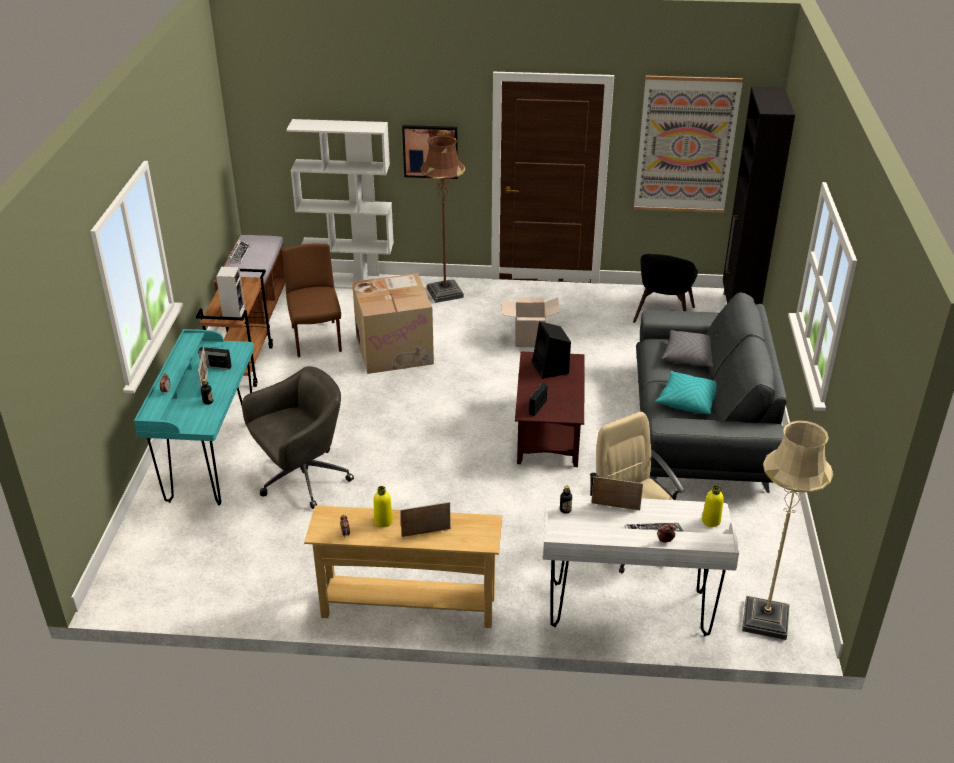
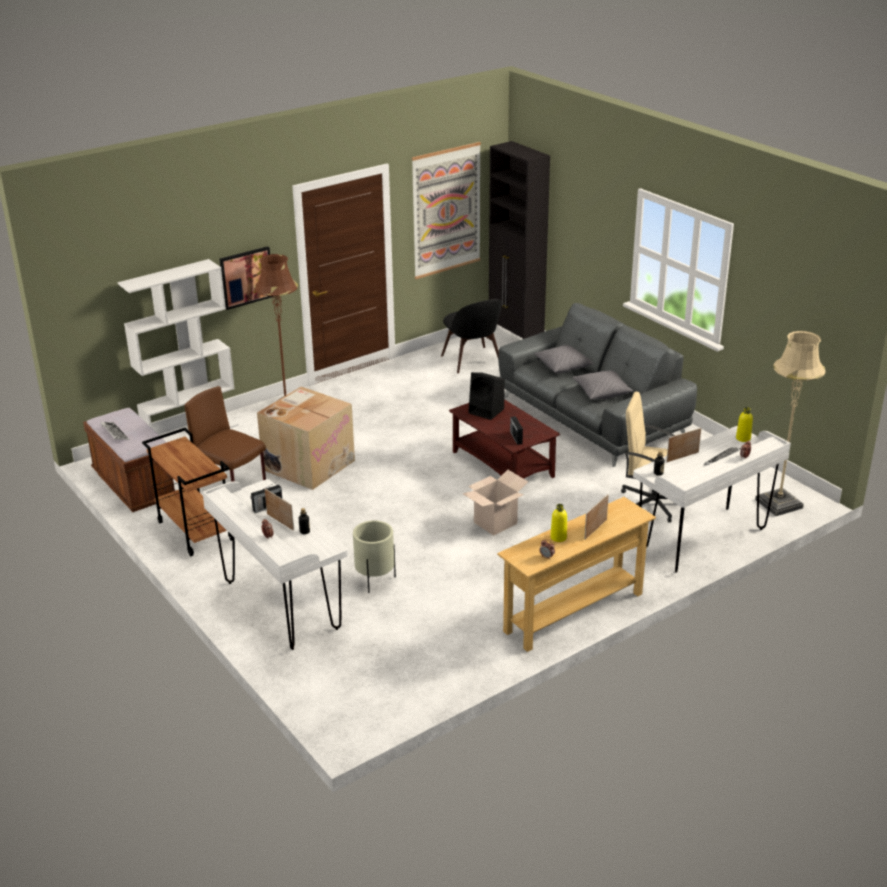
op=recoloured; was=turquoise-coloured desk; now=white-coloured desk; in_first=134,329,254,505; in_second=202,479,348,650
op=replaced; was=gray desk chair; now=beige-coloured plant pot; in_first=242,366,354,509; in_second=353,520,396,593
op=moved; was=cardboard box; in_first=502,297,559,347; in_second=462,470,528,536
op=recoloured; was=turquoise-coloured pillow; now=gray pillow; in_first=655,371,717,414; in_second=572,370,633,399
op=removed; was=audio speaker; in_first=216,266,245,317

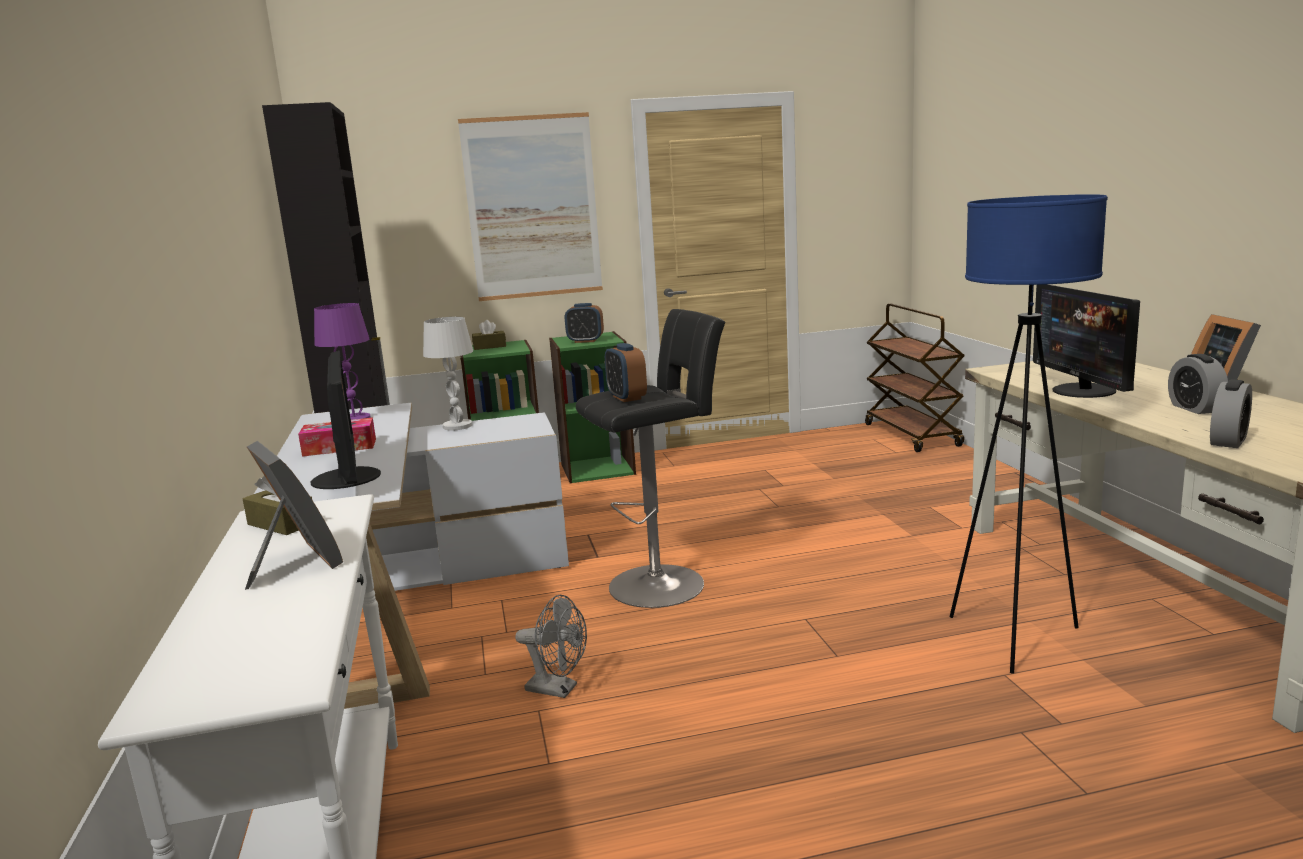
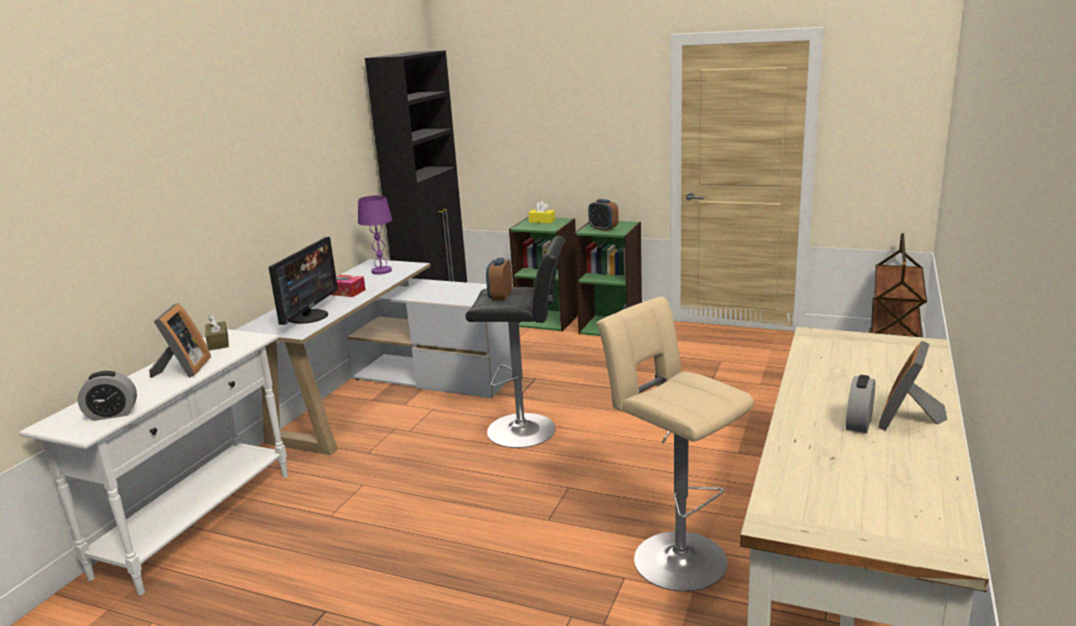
op=moved; was=table clock; in_first=1210,379,1252,448; in_second=78,371,137,421
op=recoloured; was=brown-coloured box of tissues; now=yellowish box of tissues; in_first=472,320,506,350; in_second=529,201,555,223
op=replaced; was=bluish standing lamp; now=beige-coloured sitting stool; in_first=950,194,1108,674; in_second=596,297,754,592
op=removed; was=white-coloured lamp for a table; in_first=423,317,473,431
op=removed; was=picture; in_first=458,112,603,301
op=removed; was=gray cooling fan; in_first=515,595,587,698
op=removed; was=computer display; in_first=1033,284,1140,398

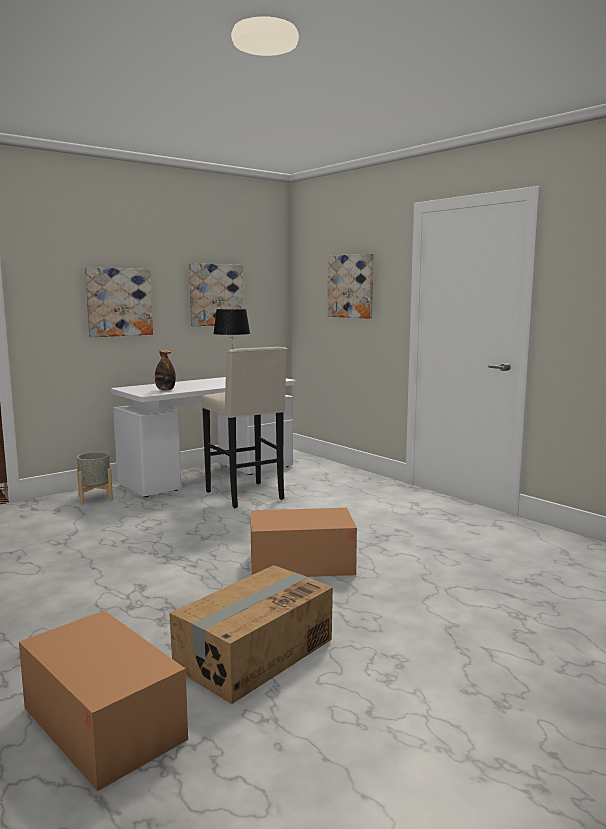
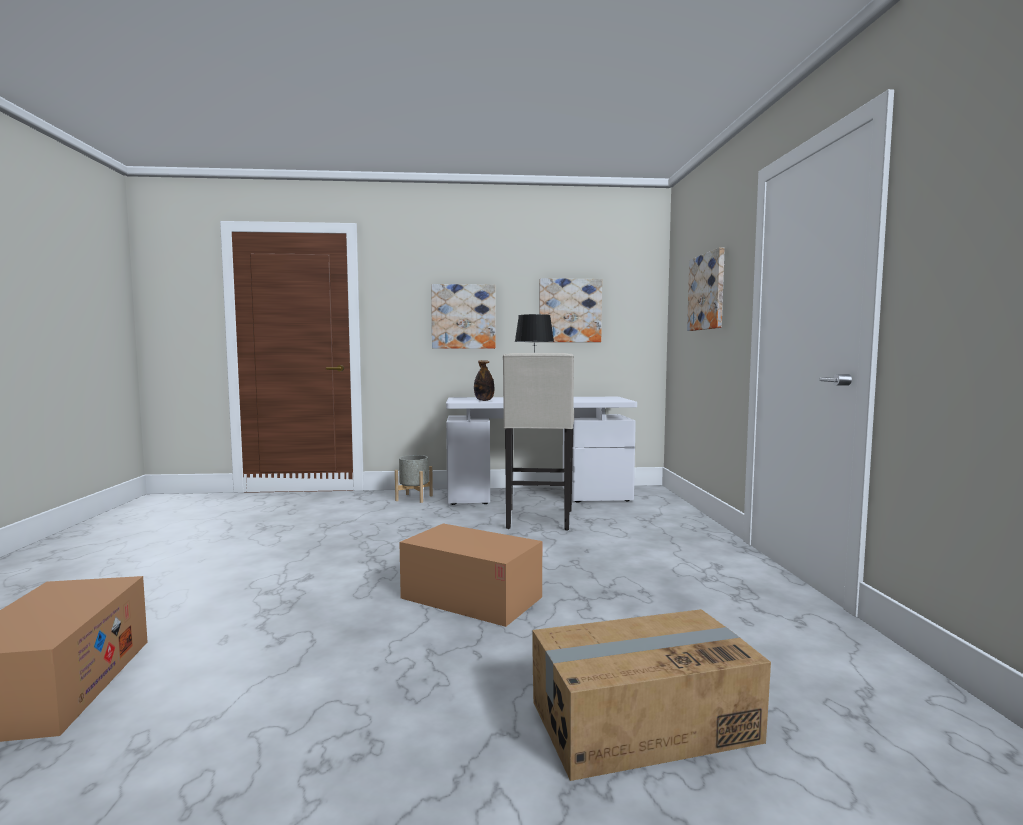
op=moved; was=cardboard box; in_first=169,565,333,704; in_second=532,609,771,781

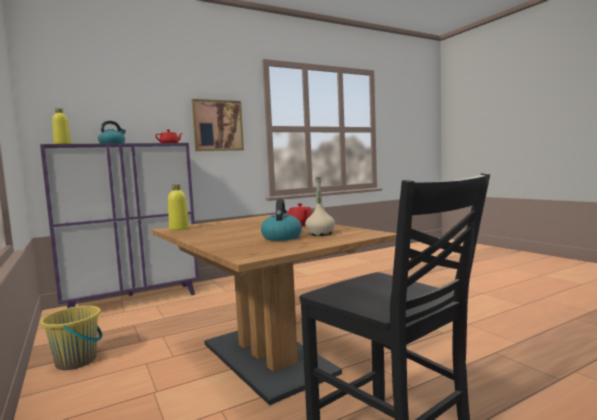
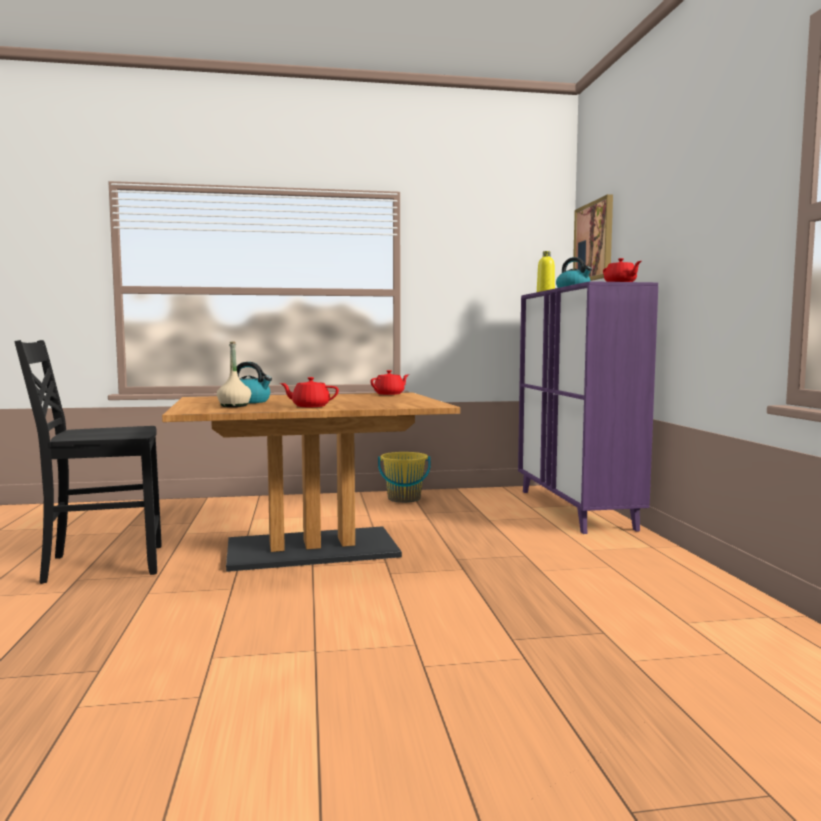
op=replaced; was=yellowish bottle; now=red-coloured tea pot; in_first=168,184,189,230; in_second=370,370,409,395
op=moved; was=picture; in_first=191,99,244,151; in_second=573,194,613,281

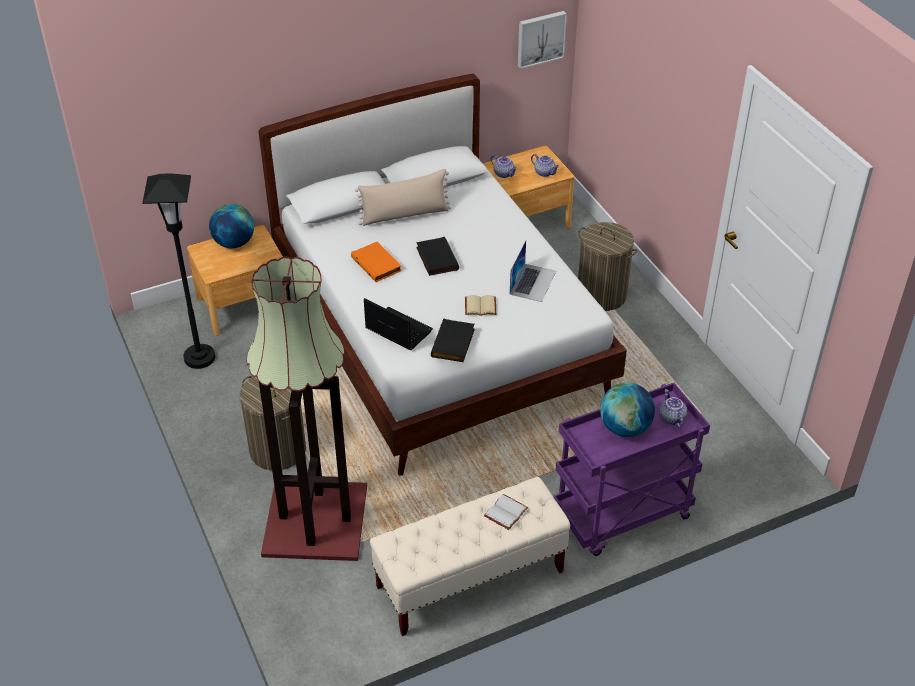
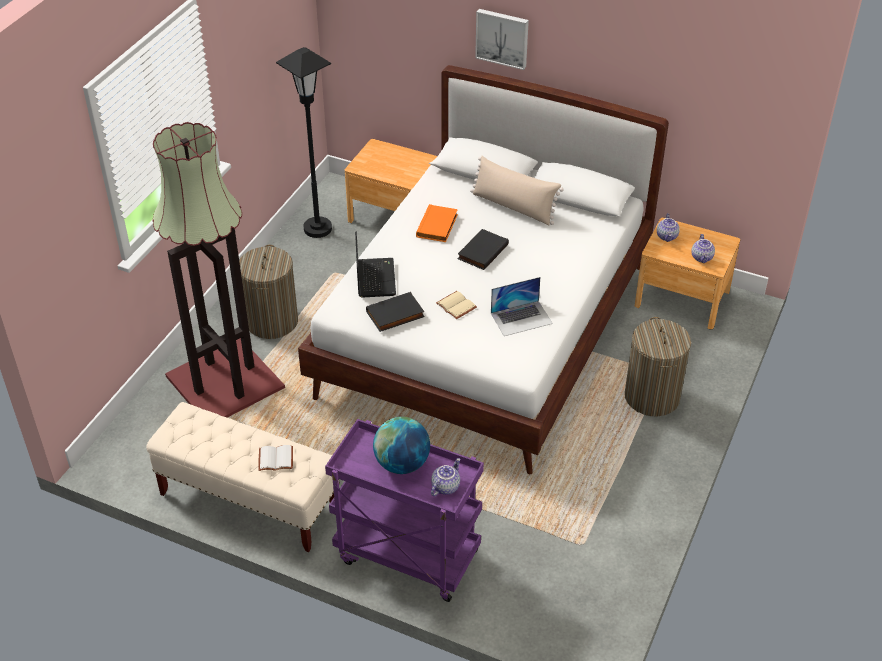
op=moved; was=picture; in_first=518,11,567,69; in_second=475,9,529,70
op=removed; was=desk globe; in_first=209,204,254,248

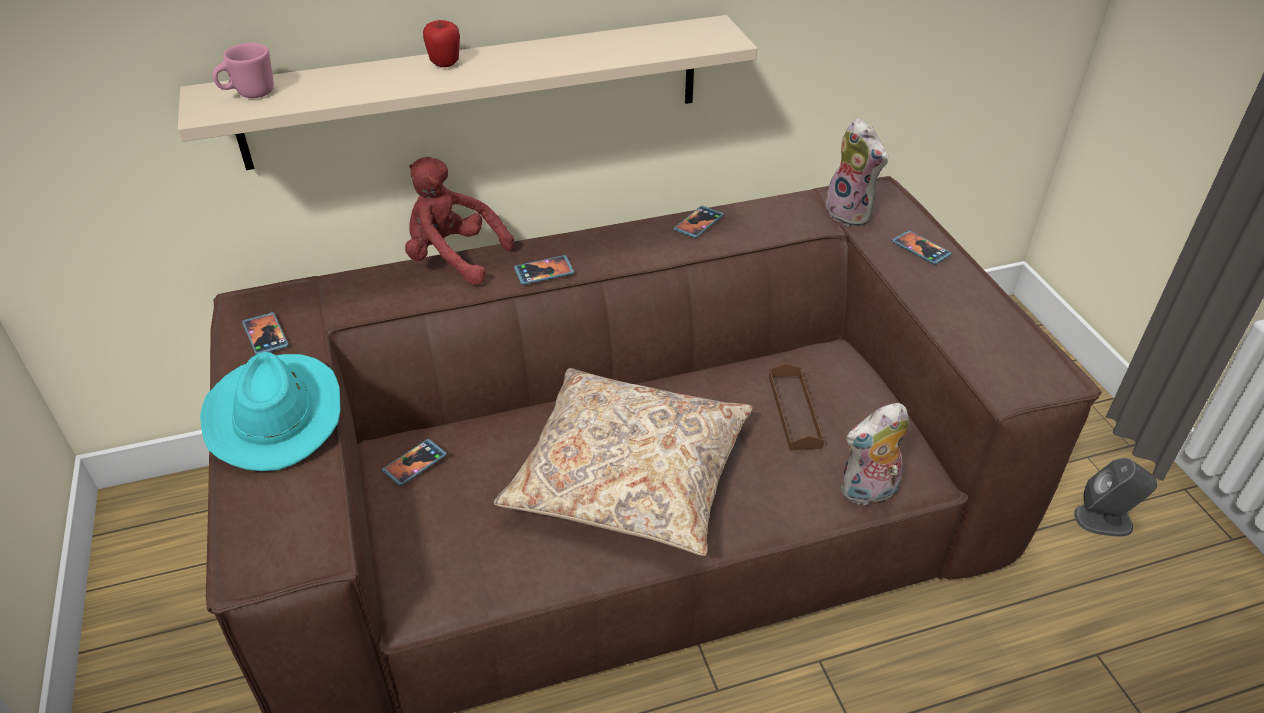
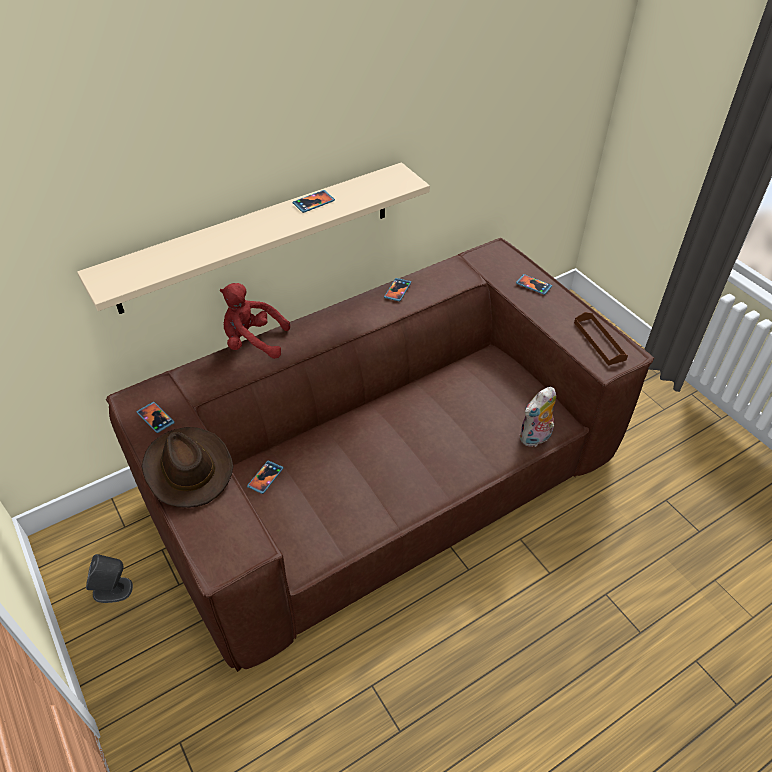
op=moved; was=gray audio speaker; in_first=1074,458,1157,537; in_second=86,554,133,603
op=recoloured; was=turquoise-coloured hat; now=brown-coloured hat; in_first=200,352,341,471; in_second=142,427,233,508
op=moved; was=phone; in_first=514,255,574,285; in_second=293,190,335,213
op=moved; was=brown-coloured carrying tray; in_first=769,363,824,451; in_second=574,312,628,366
op=removed; was=pink-coloured mug; in_first=212,43,274,98
op=removed; was=apple fruit; in_first=423,20,460,67
op=removed; was=beige-coloured pillow; in_first=494,368,753,556
op=removed; was=cuddly toy; in_first=822,118,889,226

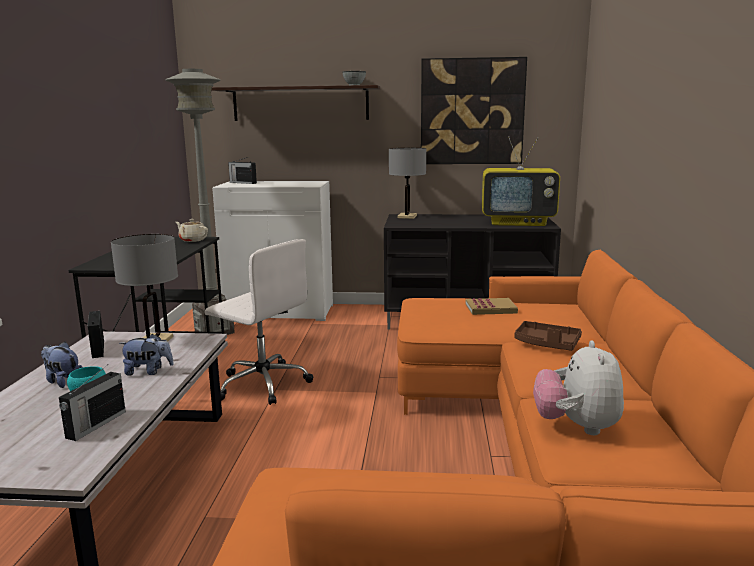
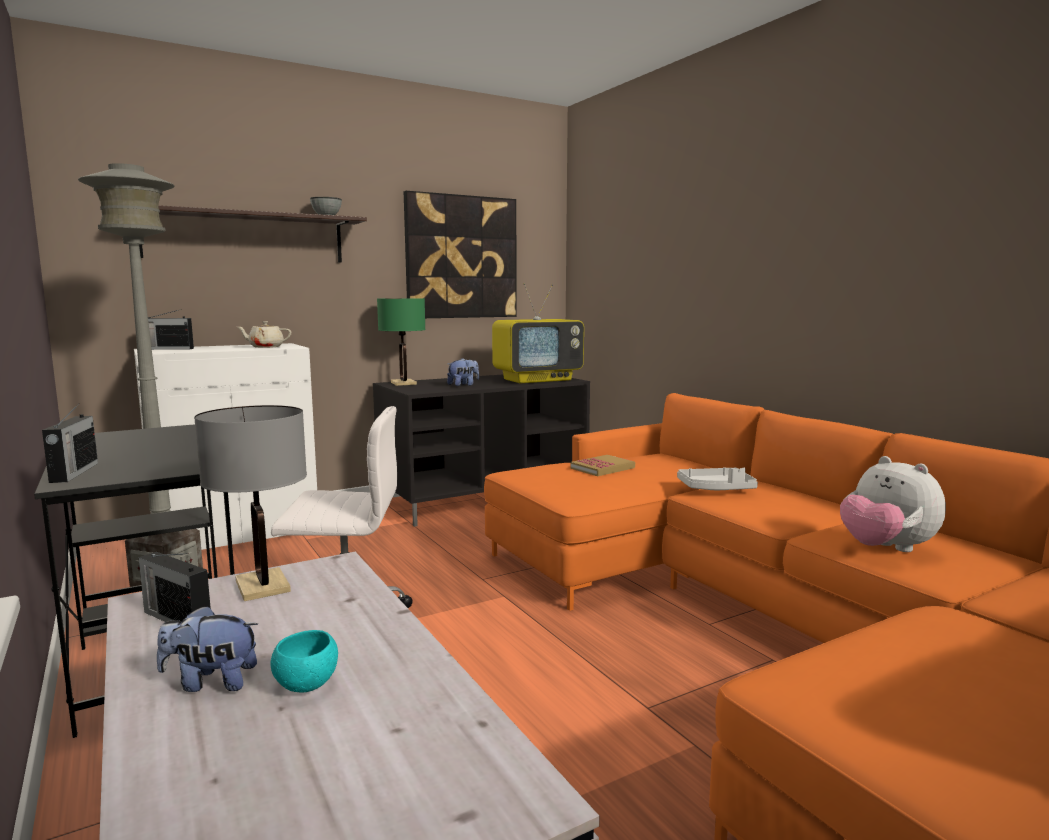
op=moved; was=radio set; in_first=59,366,126,441; in_second=42,405,98,483
op=moved; was=beige-coloured tea pot; in_first=176,219,208,242; in_second=237,321,291,348
op=recoloured; was=gray lamp for a table; now=greenish lamp for a table; in_first=389,148,426,219; in_second=377,298,426,386
op=moved; was=cuddly toy; in_first=119,334,174,375; in_second=447,358,479,386
op=recoloured; was=brown-coloured carrying tray; now=gray carrying tray; in_first=514,321,582,351; in_second=677,467,758,490

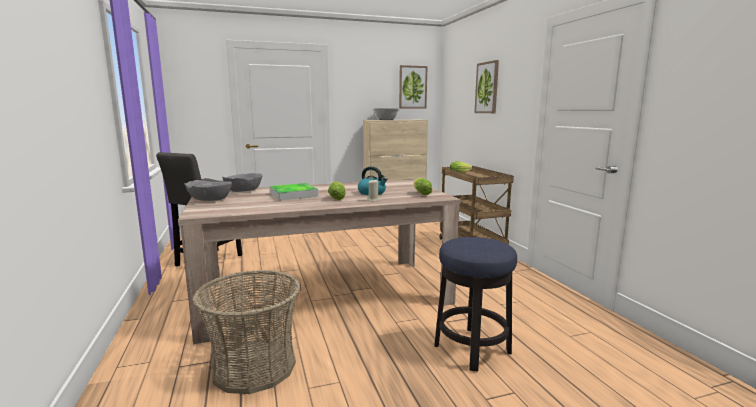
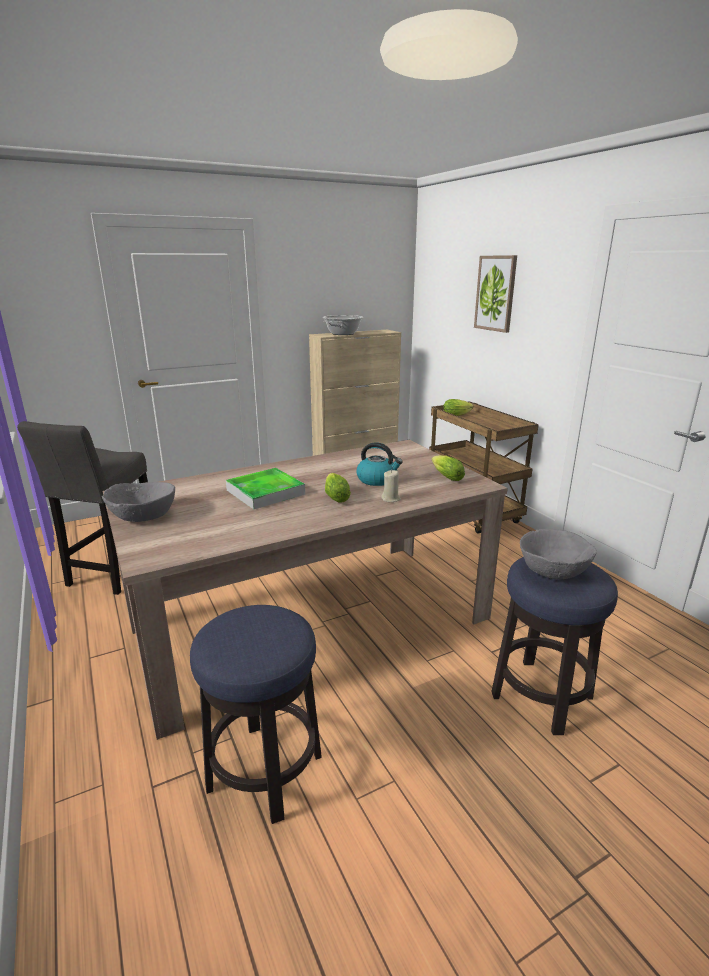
op=replaced; was=storage basket; now=sitting stool; in_first=192,270,301,394; in_second=190,605,322,824
op=moved; was=gray serving bowl; in_first=222,173,262,192; in_second=520,529,597,579
op=removed; was=picture; in_first=399,65,428,108

